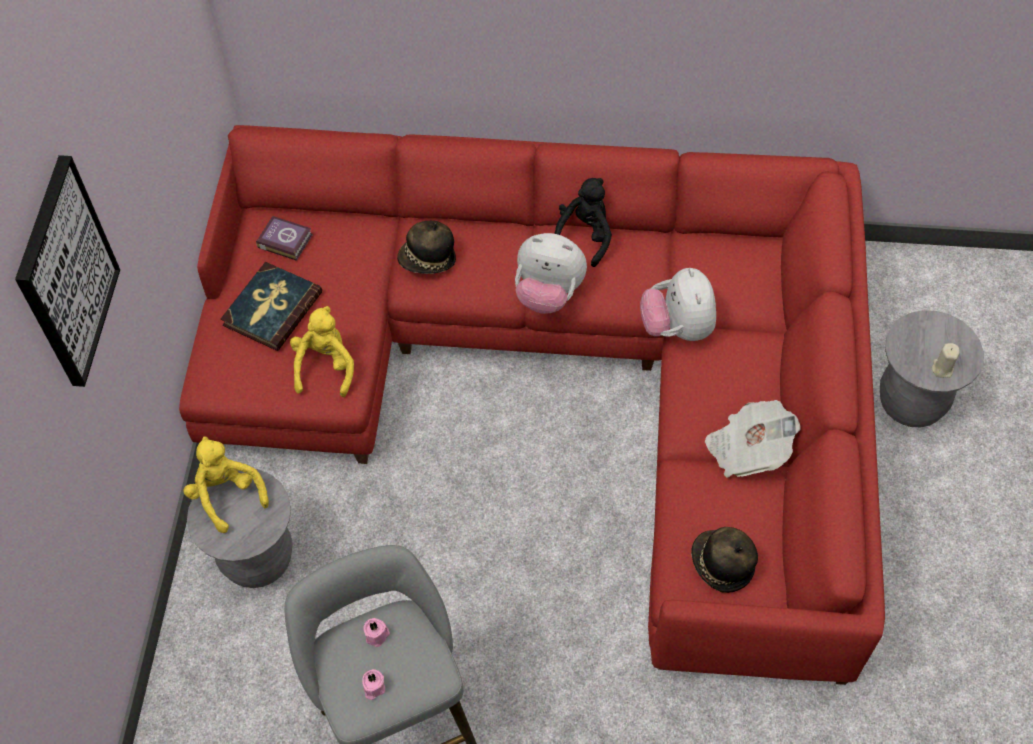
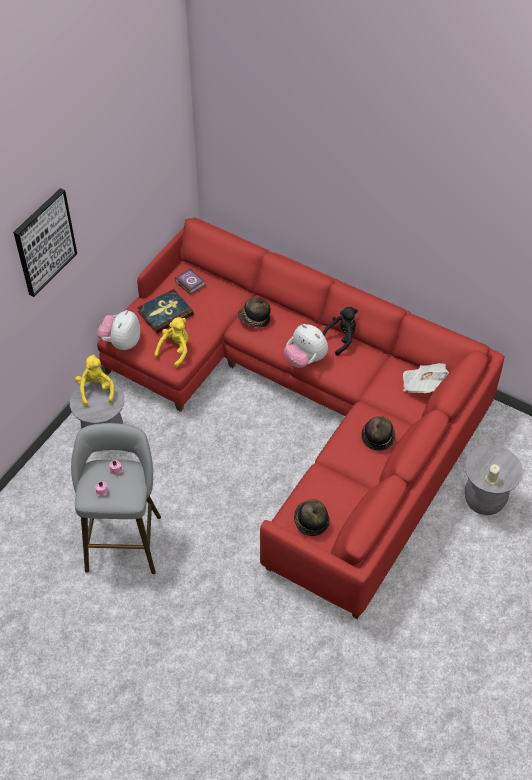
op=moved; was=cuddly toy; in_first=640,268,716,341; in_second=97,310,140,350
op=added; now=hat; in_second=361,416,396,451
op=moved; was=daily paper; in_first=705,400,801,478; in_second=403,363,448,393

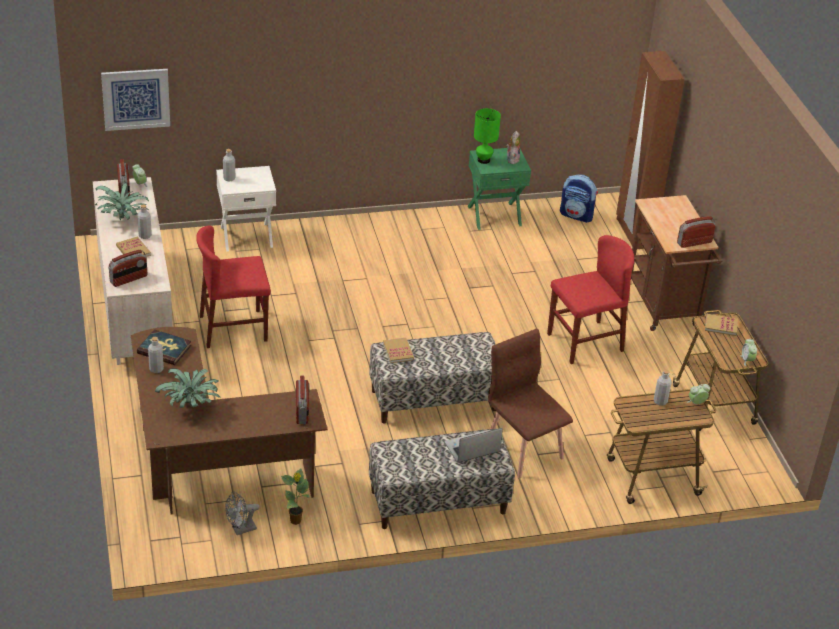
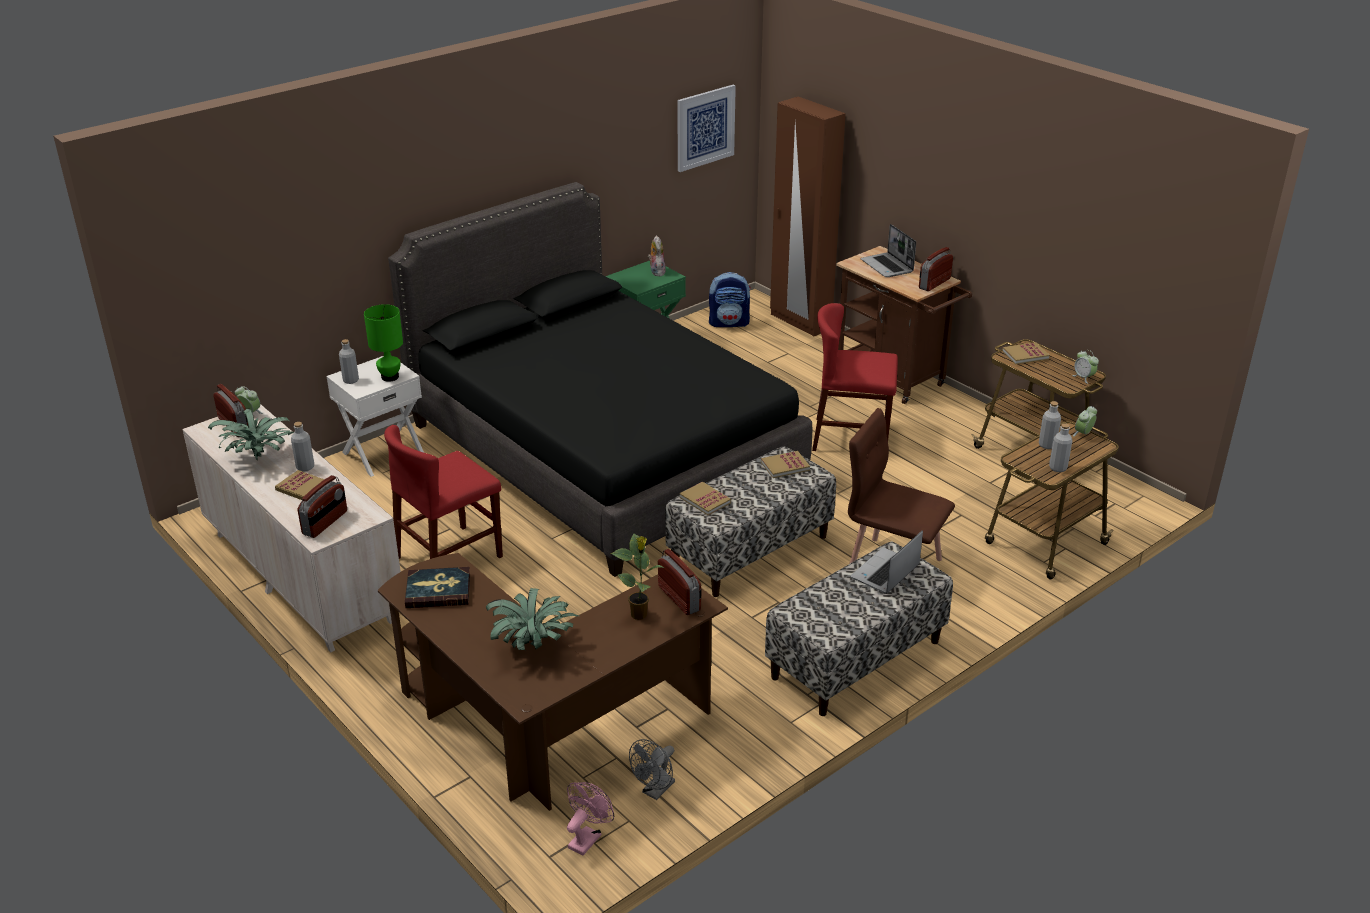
op=moved; was=greenish lamp for a table; in_first=474,108,501,164; in_second=364,304,403,382
op=added; now=black-coloured bed; in_second=388,182,812,577
op=added; now=pink-coloured cooling fan; in_second=567,782,614,855
op=moved; was=potted plant; in_first=281,469,310,525; in_second=611,533,665,620
op=moved; was=picture; in_first=101,69,170,131; in_second=678,85,736,172
op=added; now=volume; in_second=761,451,810,478
op=turned; was=red-coloured plain chair; in_first=547,235,634,364; in_second=812,303,898,451; clockwise=-120
op=added; now=portable computer; in_second=861,224,916,277
op=moved; was=gray bottle; in_first=148,337,164,373; in_second=1049,423,1072,472

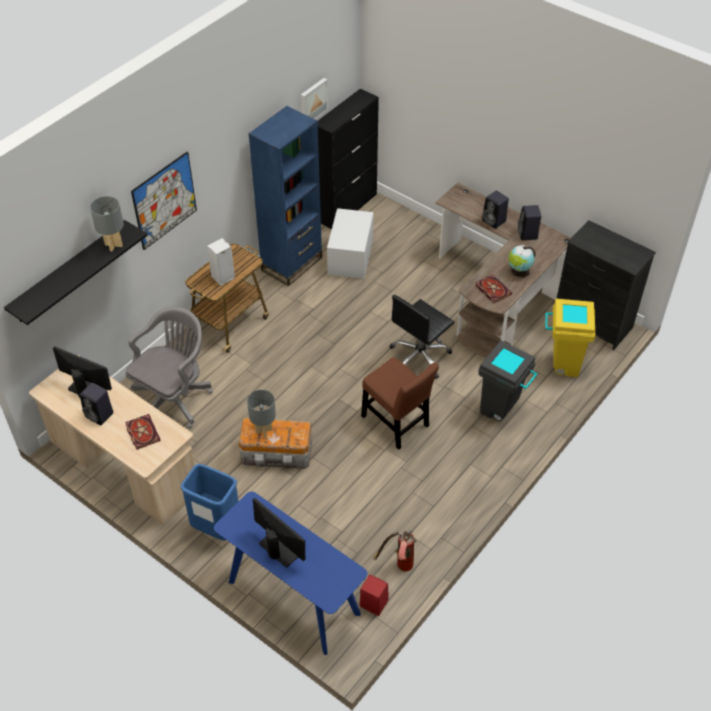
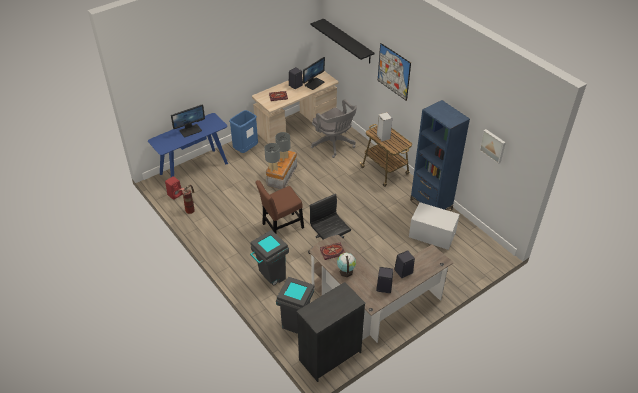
op=moved; was=gray lamp for a table; in_first=90,196,124,252; in_second=264,143,280,172
op=recoloured; was=yellowish trash can; now=gray trash can; in_first=545,299,595,377; in_second=276,277,314,334
op=removed; was=black-coloured cupboard; in_first=318,89,379,229

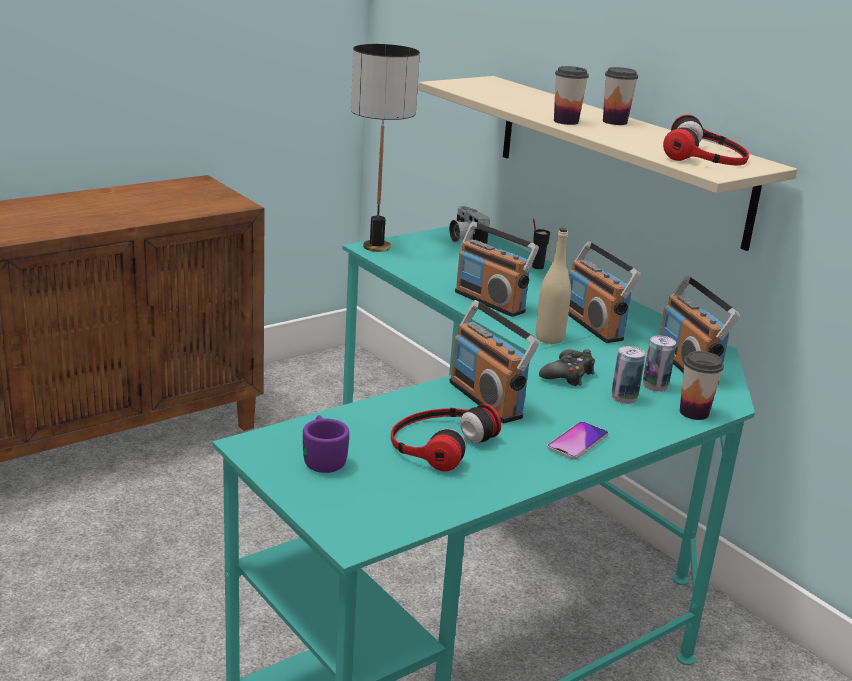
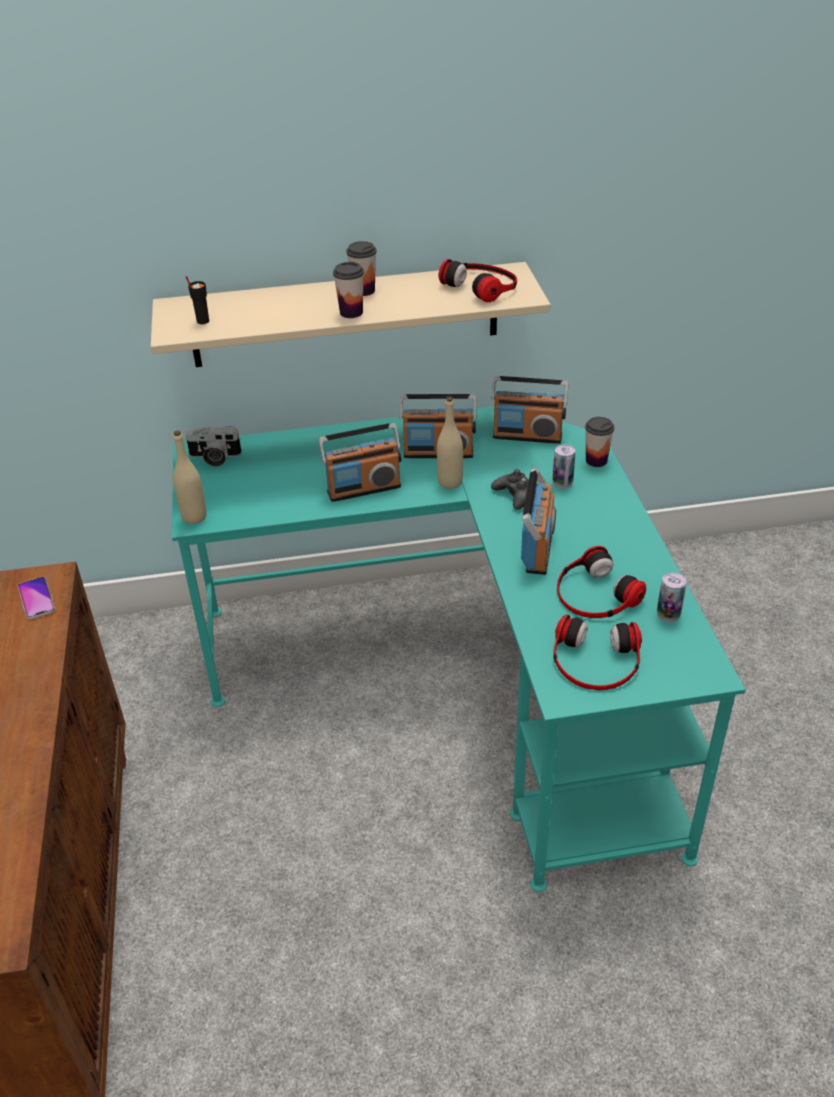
op=moved; was=phone; in_first=547,421,608,460; in_second=18,577,55,620
op=replaced; was=lamp for a table; now=beige-coloured bottle; in_first=351,44,420,252; in_second=173,431,207,524
op=moved; was=black-coloured drinking cup; in_first=532,219,550,269; in_second=186,276,209,324
op=turned; was=radio set; in_first=449,300,540,423; in_second=521,467,556,575; clockwise=-75
op=replaced; was=purplish mug; now=headset; in_first=303,415,349,473; in_second=553,614,642,690
op=moved; was=can; in_first=643,335,676,392; in_second=657,572,686,622

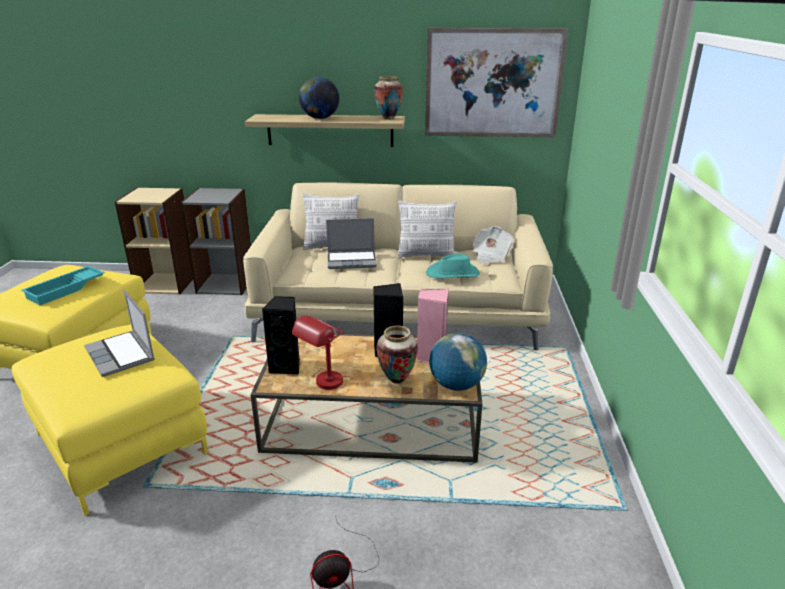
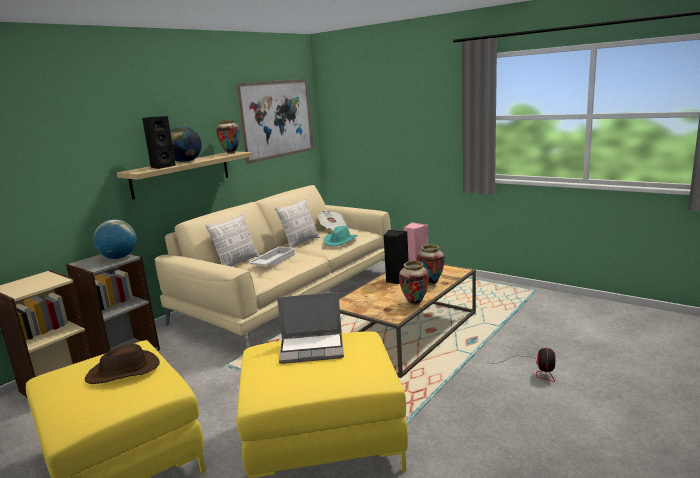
op=replaced; was=turquoise-coloured carrying tray; now=brown-coloured hat; in_first=21,266,105,305; in_second=85,344,160,384
op=moved; was=desk globe; in_first=429,333,487,391; in_second=93,219,137,259
op=moved; was=black-coloured audio speaker; in_first=262,296,300,374; in_second=142,116,176,169
op=replaced; was=portable computer; now=white-coloured carrying tray; in_first=326,218,377,269; in_second=248,246,296,266
op=replaced; was=red-coloured lamp for a table; now=decorative vase; in_first=292,316,344,390; in_second=399,261,429,305

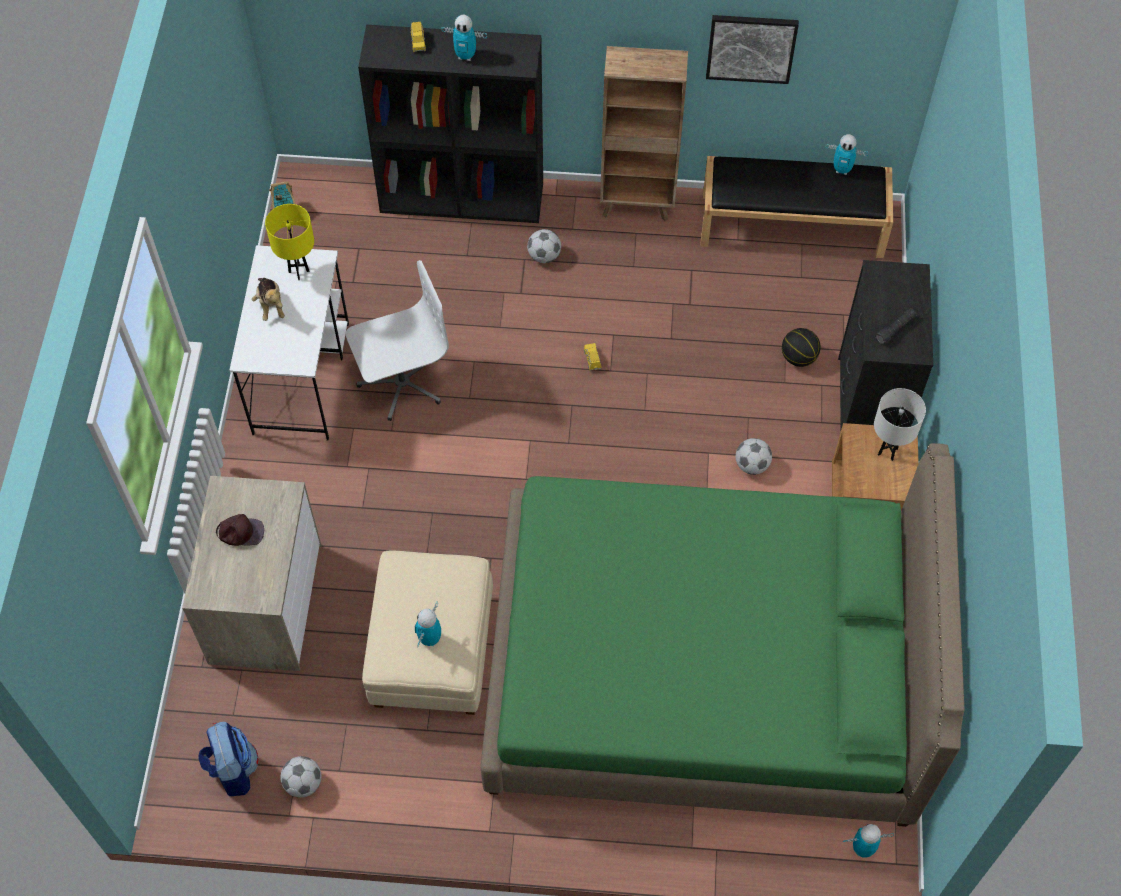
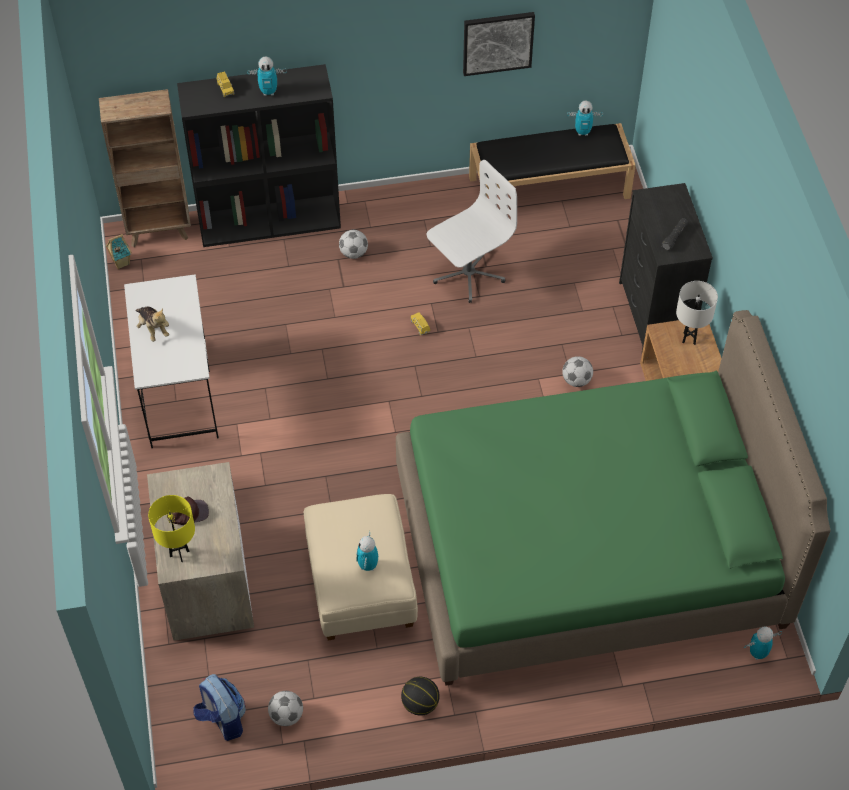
op=moved; was=brown-coloured bookcase; in_first=600,46,688,221; in_second=99,89,191,247
op=moved; was=yellowish lamp for a table; in_first=265,204,314,280; in_second=148,495,195,562
op=moved; was=basketball ball; in_first=782,328,821,367; in_second=401,677,440,716
op=moved; was=white-coloured desk chair; in_first=346,260,449,421; in_second=427,160,517,303

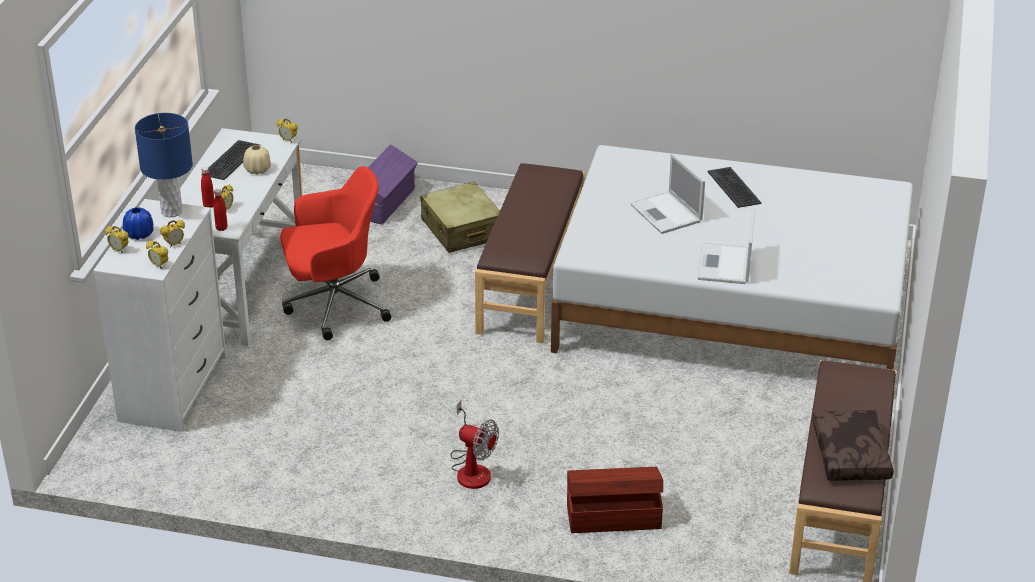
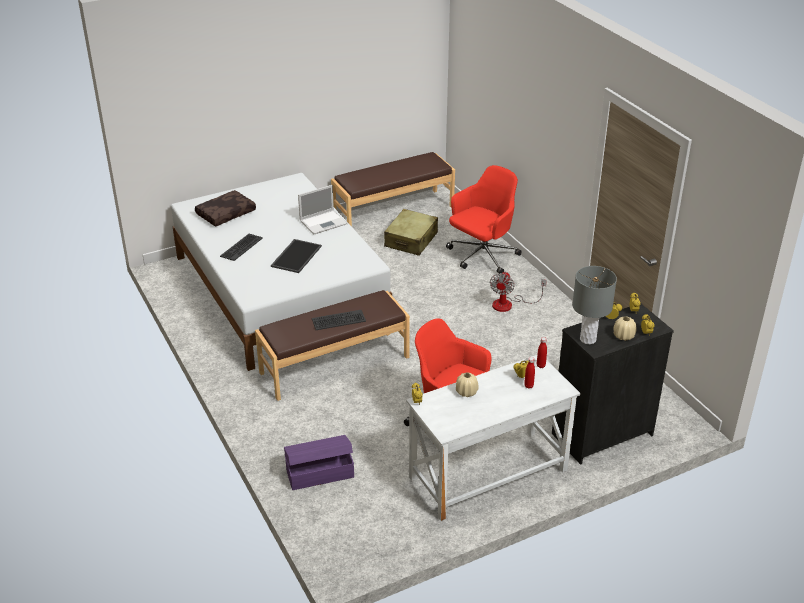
op=moved; was=brown-coloured pillow; in_first=812,410,894,481; in_second=195,190,256,226
op=replaced; was=portable computer; now=carrying tray; in_first=630,154,705,234; in_second=271,239,322,273
op=moved; was=keyboard; in_first=208,140,261,180; in_second=312,310,366,330
op=moved; was=beige-coloured suitcase; in_first=420,181,500,253; in_second=384,209,438,256
op=replaced; was=brown-coloured storage bin; now=red-coloured desk chair; in_first=567,467,663,533; in_second=446,165,522,273
op=turned; was=cooling fan; in_first=451,401,499,489; in_second=490,272,547,312; clockwise=-150
op=recoloured; was=white-coloured drawer chest; now=black-coloured drawer chest; in_first=93,199,226,432; in_second=552,304,674,465
op=recoloured; was=bluish lamp for a table; now=gray lamp for a table; in_first=135,113,193,217; in_second=572,266,617,344
op=recoloured; was=bluish decorative vase; now=beige-coloured decorative vase; in_first=123,207,153,240; in_second=613,316,636,341

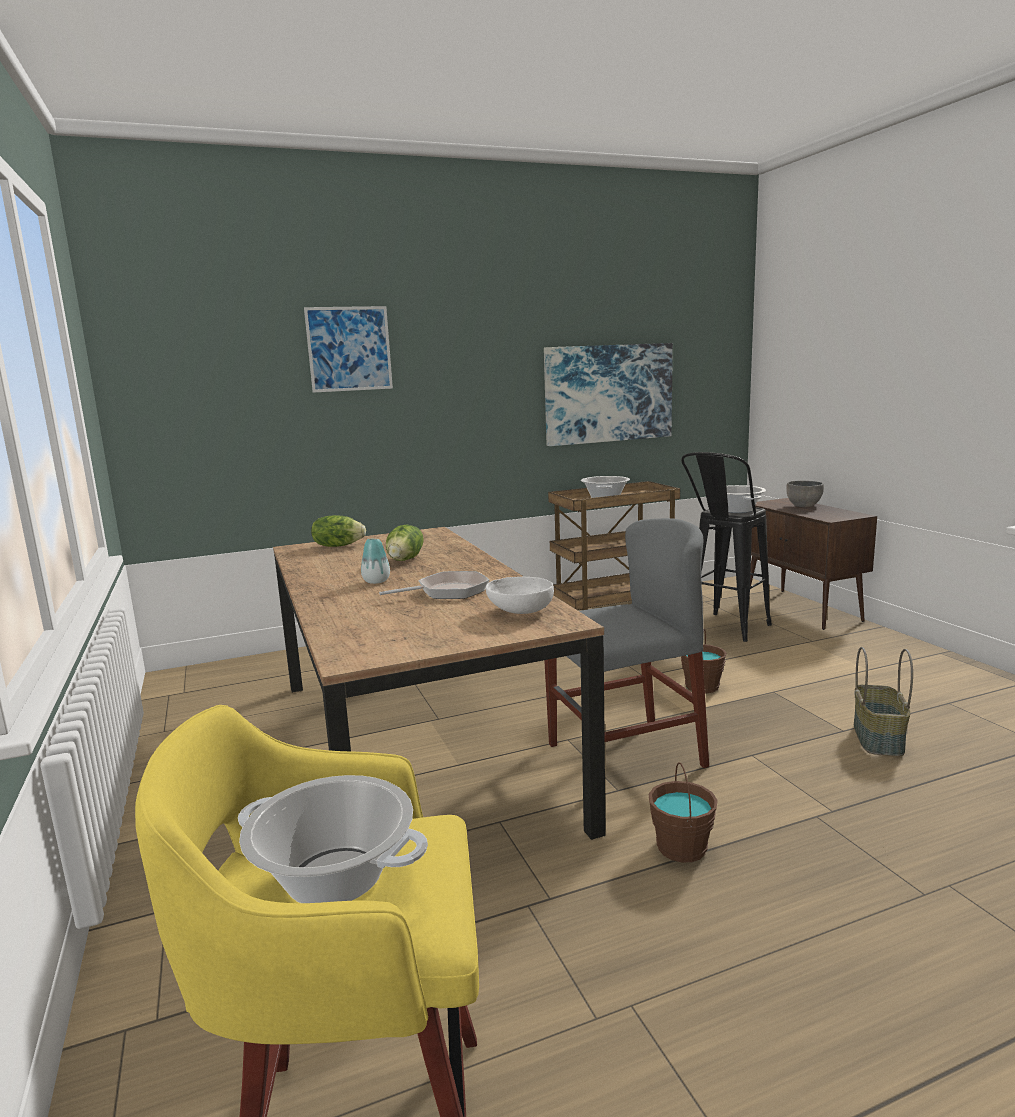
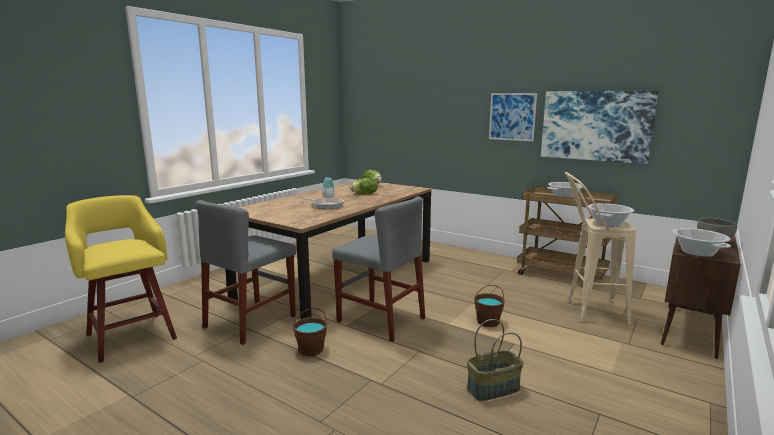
op=added; now=gray plain chair; in_second=196,200,296,345
op=moved; was=picture; in_first=304,306,393,393; in_second=489,93,537,141
op=recoloured; was=black-coloured sitting stool; now=beige-coloured sitting stool; in_first=681,452,772,642; in_second=565,172,636,324
op=moved; was=cooking pot; in_first=238,775,428,903; in_second=673,228,731,257
op=removed; was=white-coloured serving bowl; in_first=486,577,554,614

